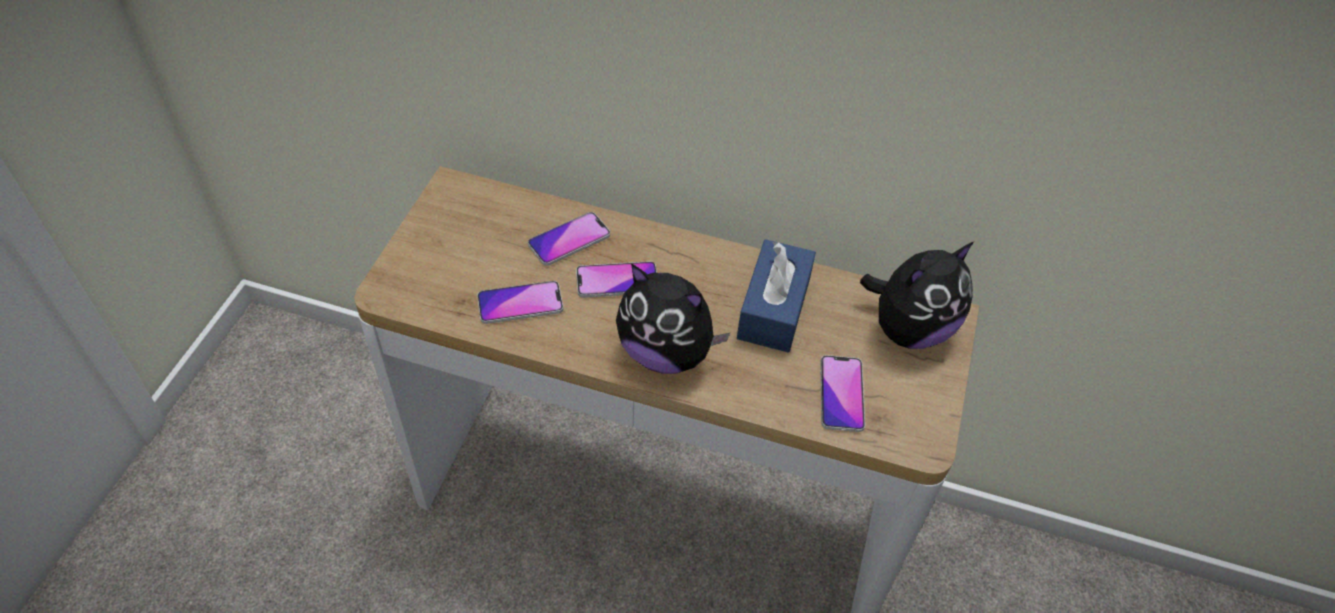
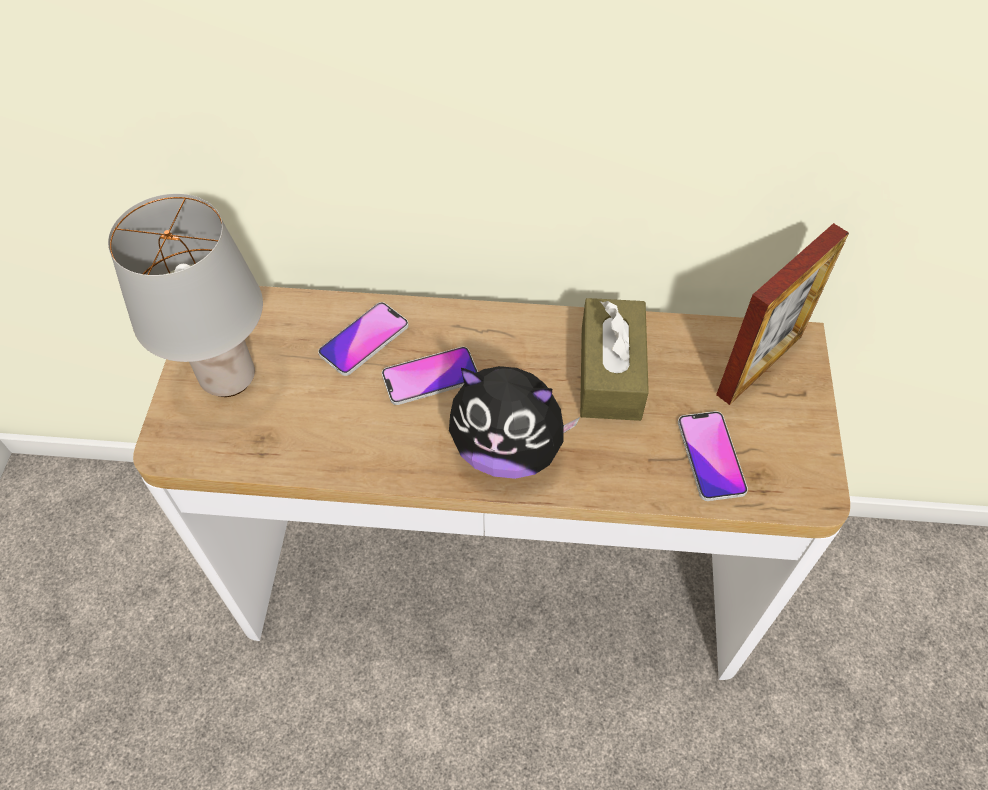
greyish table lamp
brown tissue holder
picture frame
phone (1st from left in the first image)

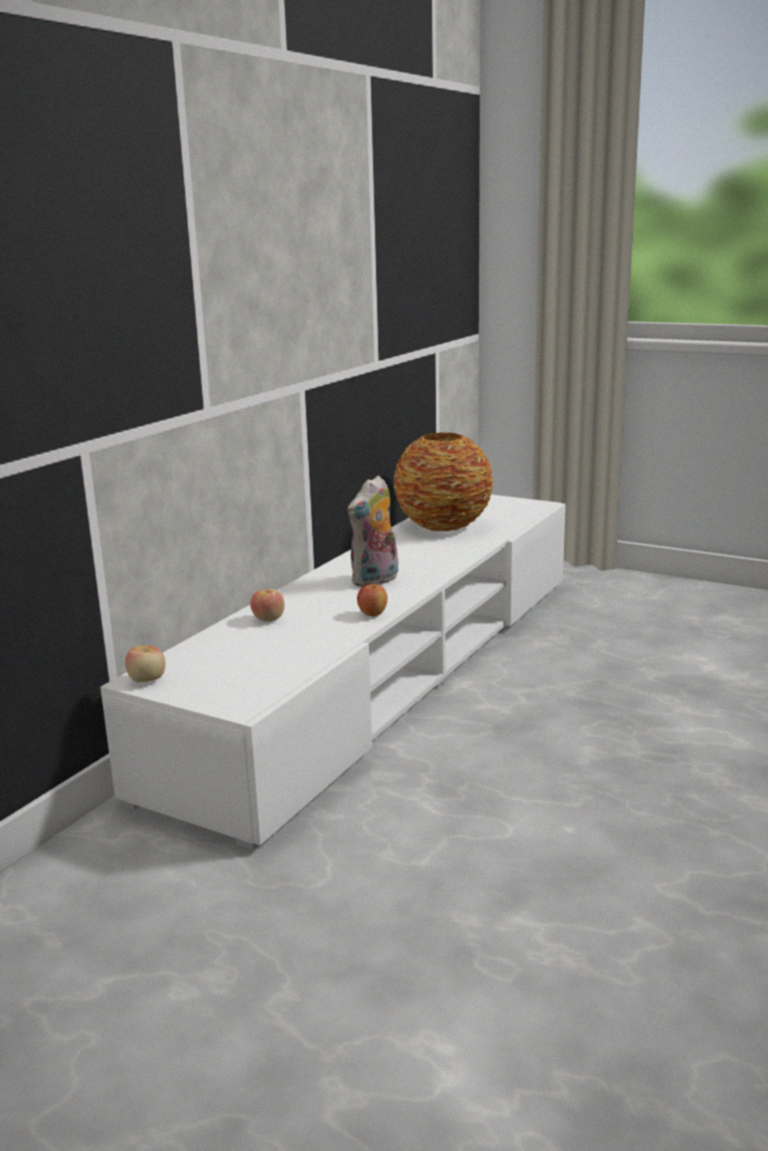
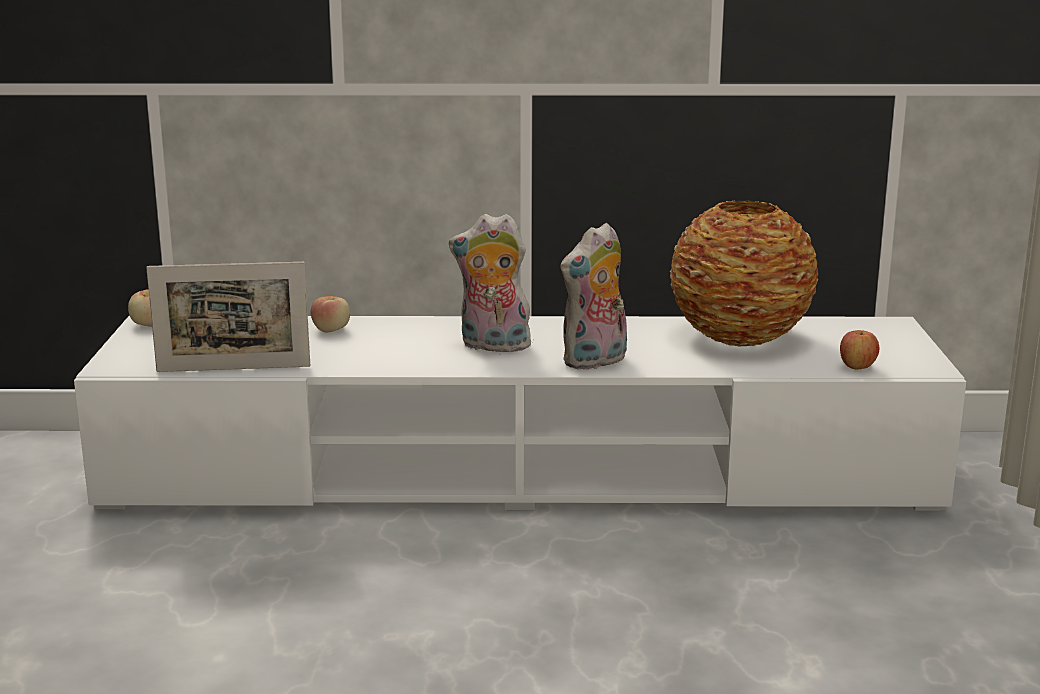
picture frame
cuddly toy (2nd from left)
apple (3rd from left)

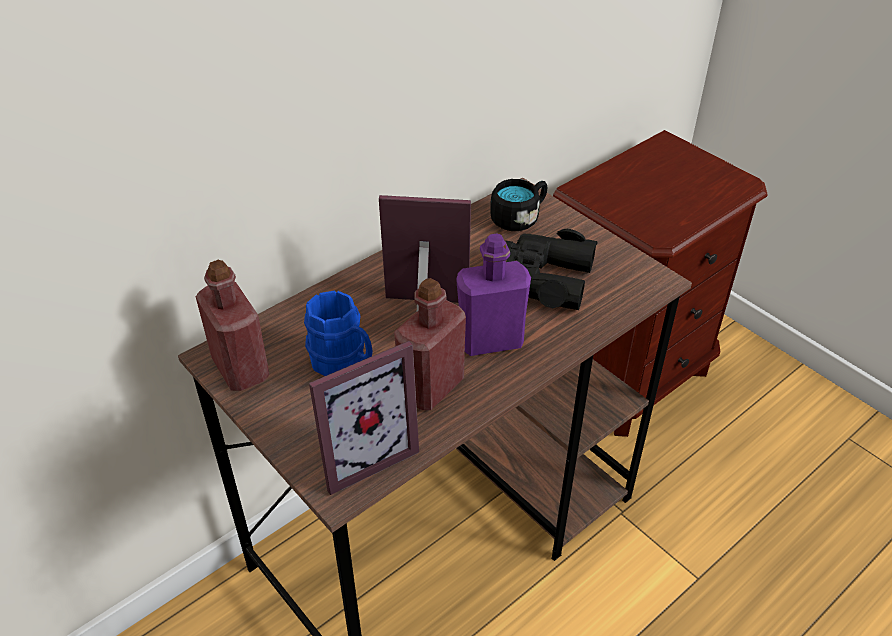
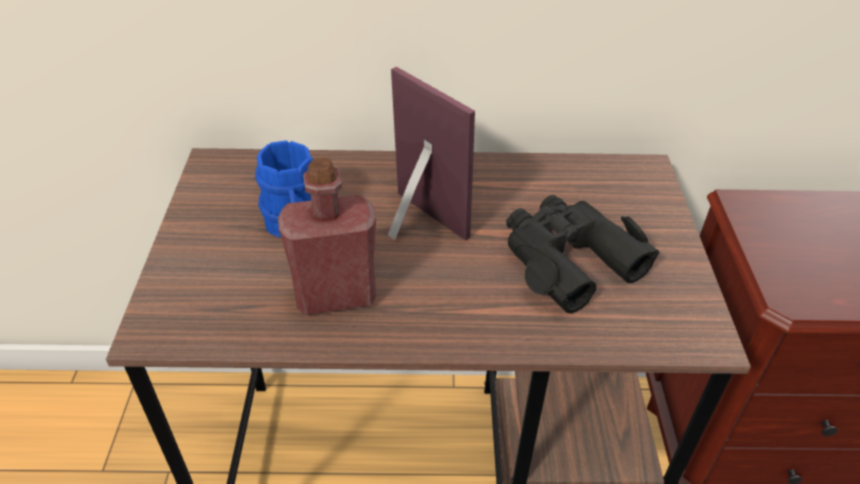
reddish beverage bottle (1st from left in the first image)
picture frame (1st from left in the first image)
purple-coloured beverage bottle
black-coloured coffee mug

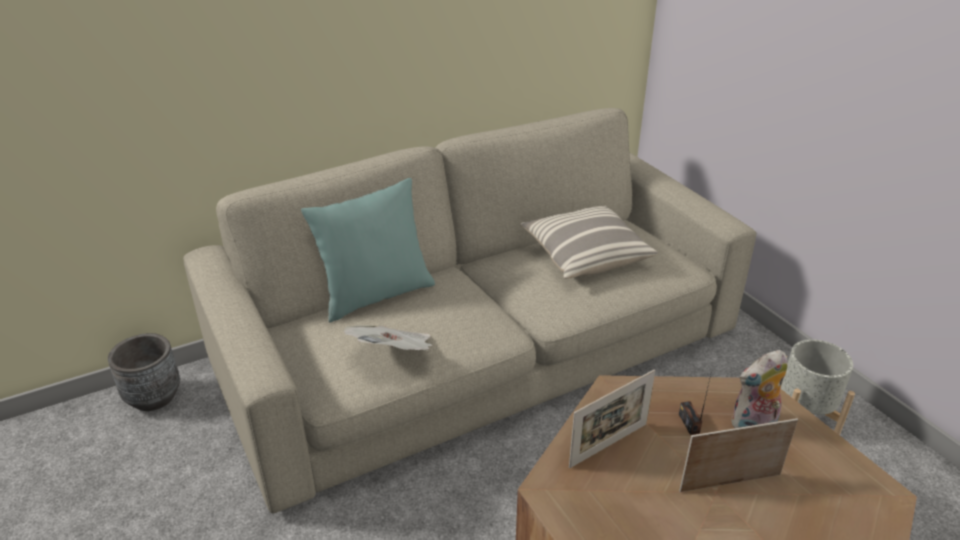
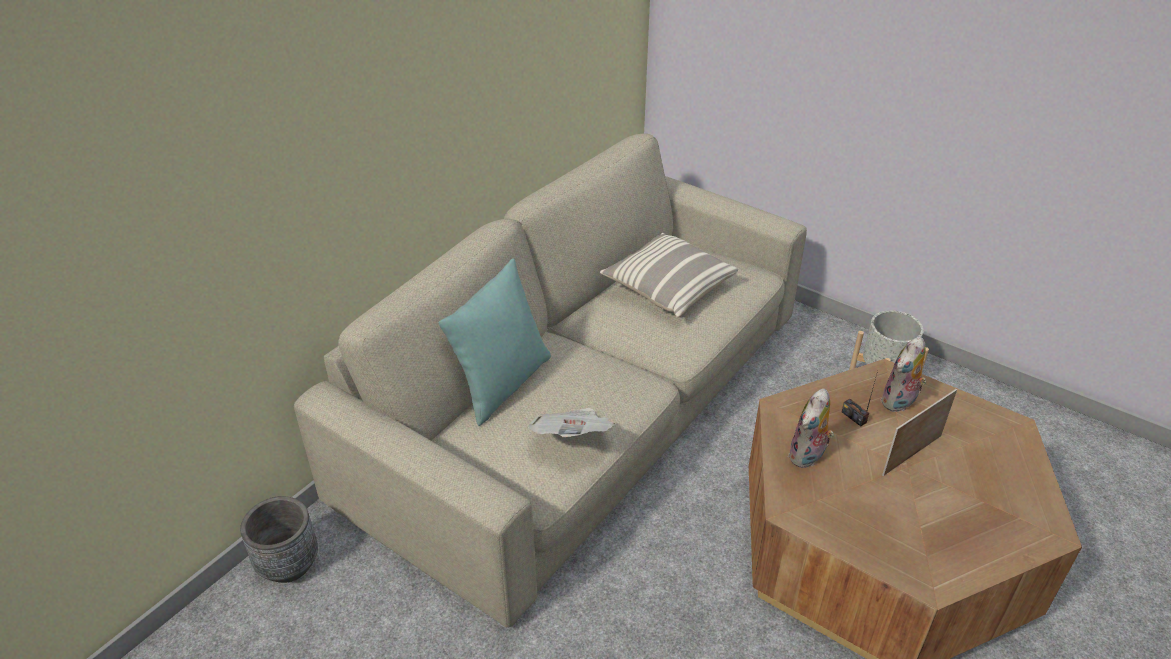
cuddly toy (1st from left)

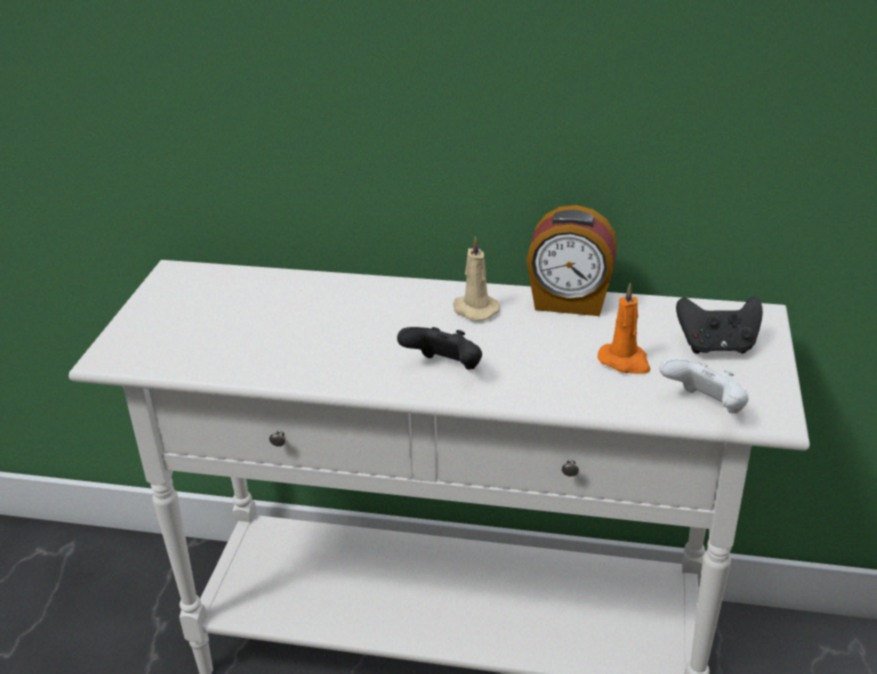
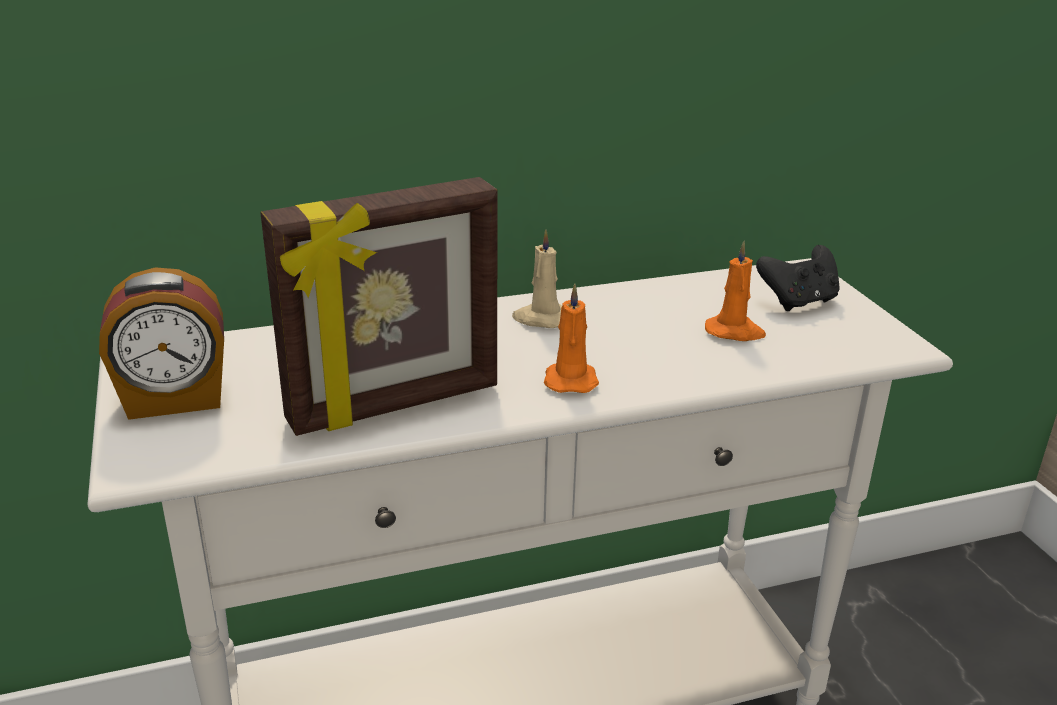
bedside clock
picture frame
orangey wax candle (1st from left)
white game controller

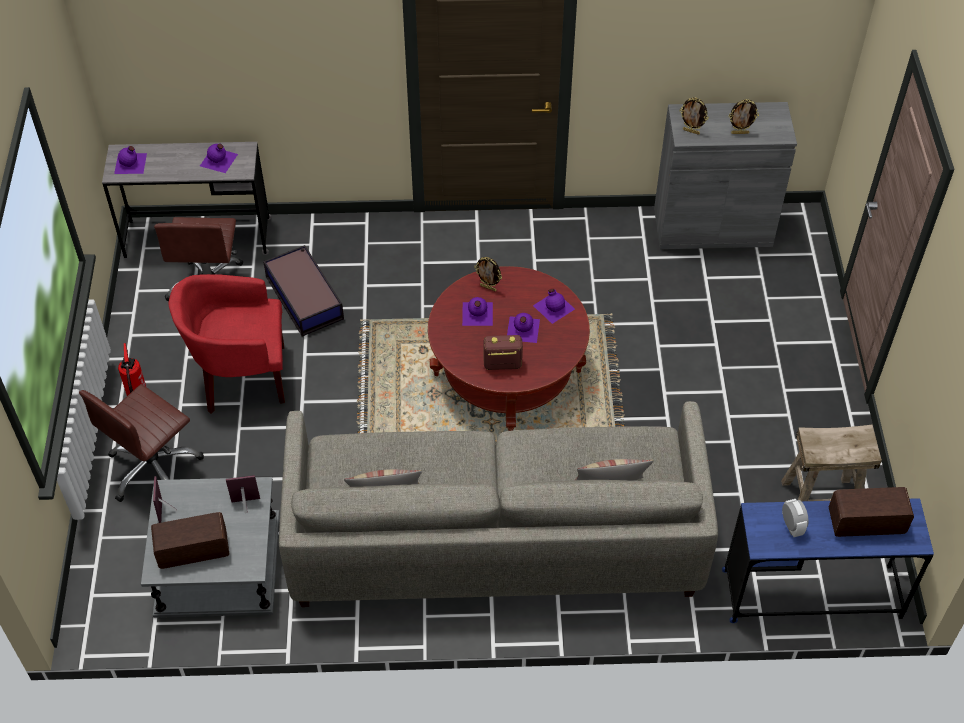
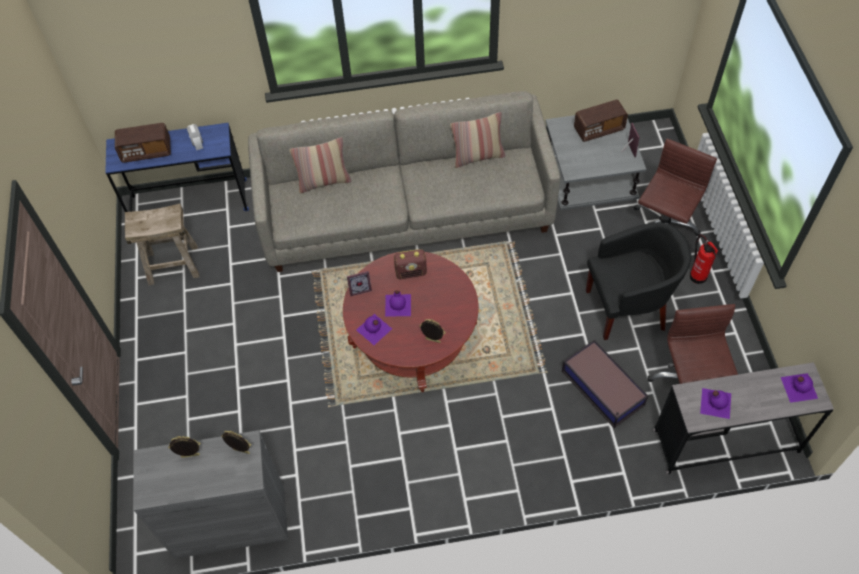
picture frame (3rd from left)
black-coloured armchair
purple-coloured beverage bottle (3rd from left in the first image)

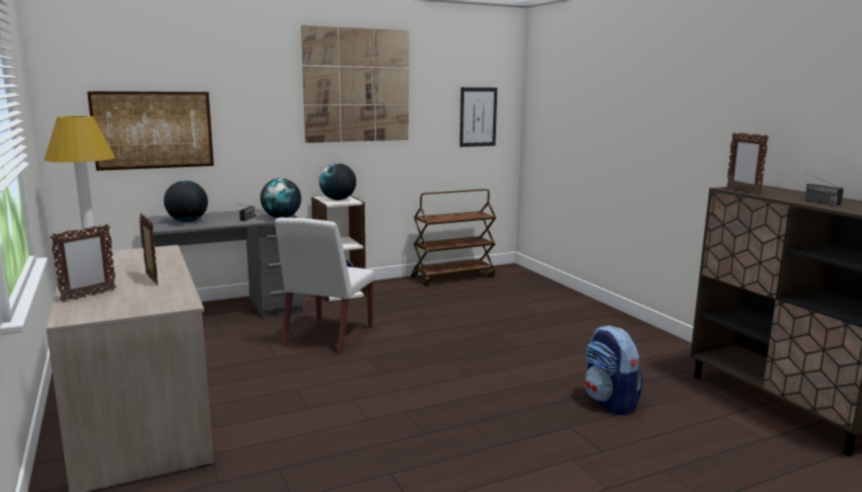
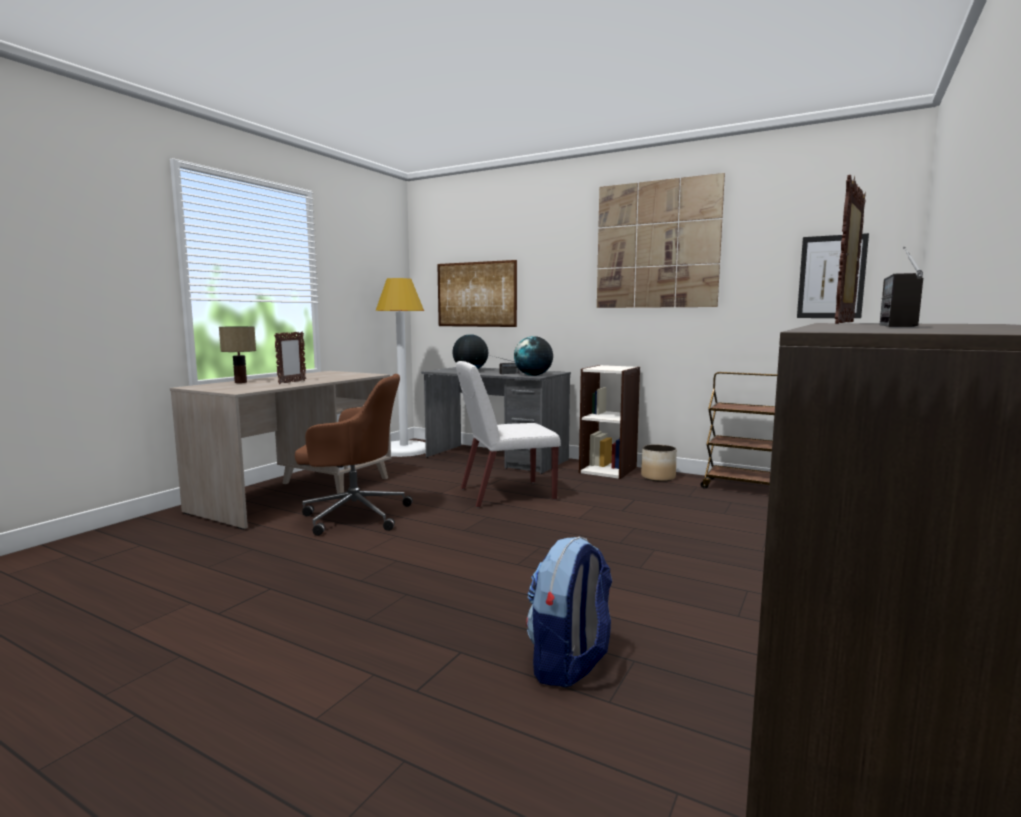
table lamp
brown desk chair
plant pot
globe (3rd from left in the first image)

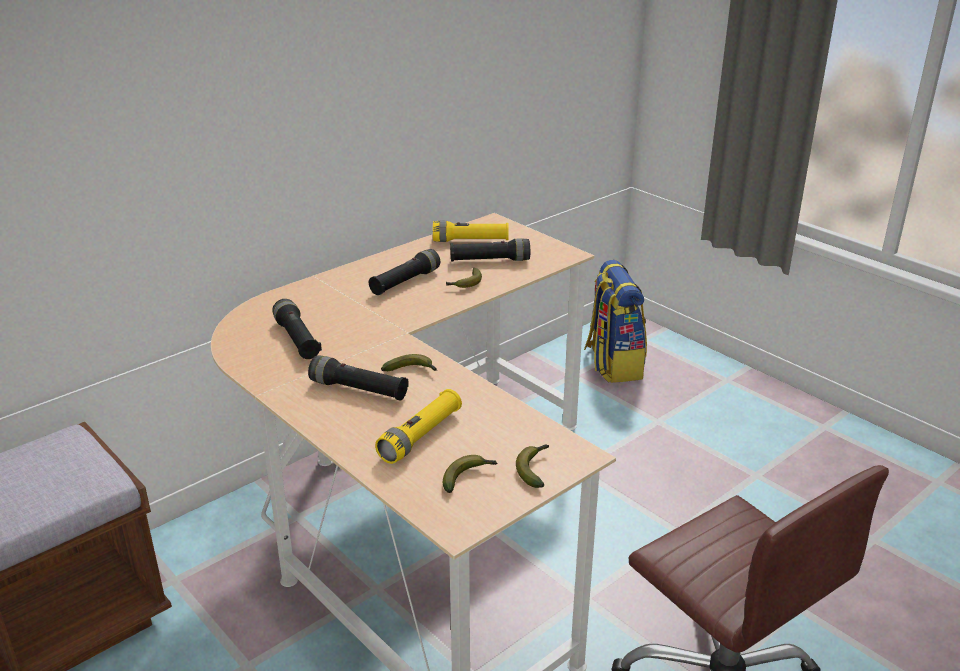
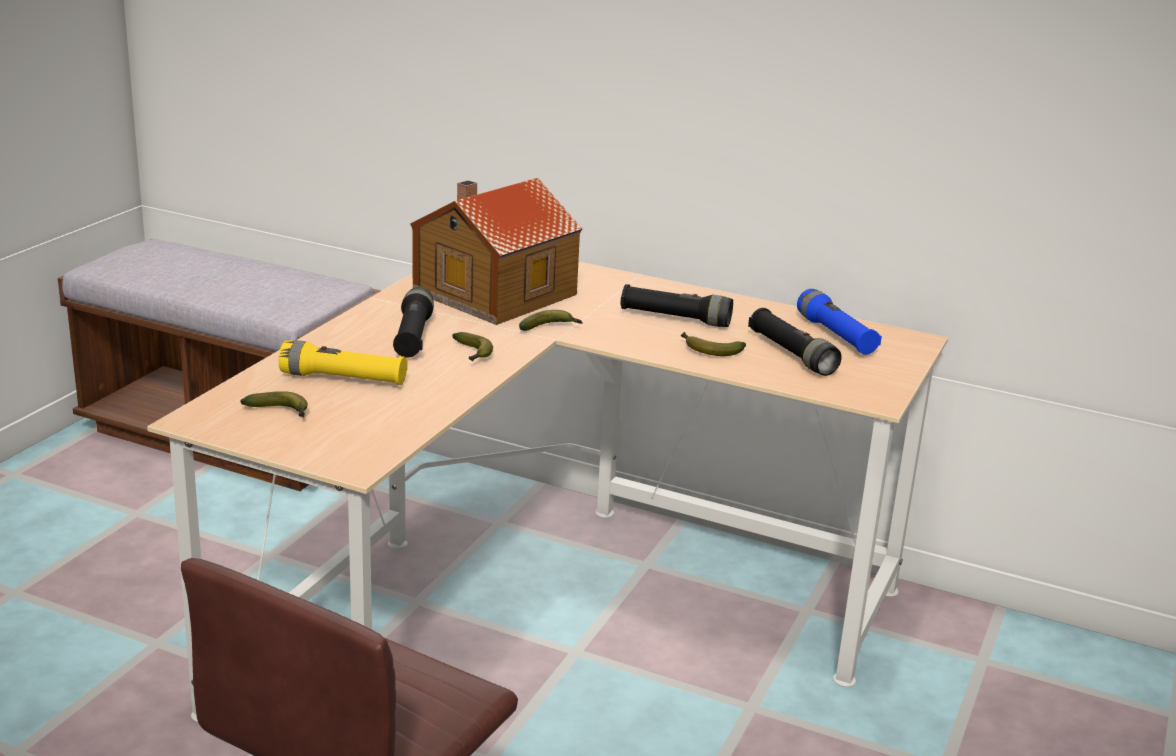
miniature house
whole banana (3rd from left)
blue-coloured flashlight
rucksack

